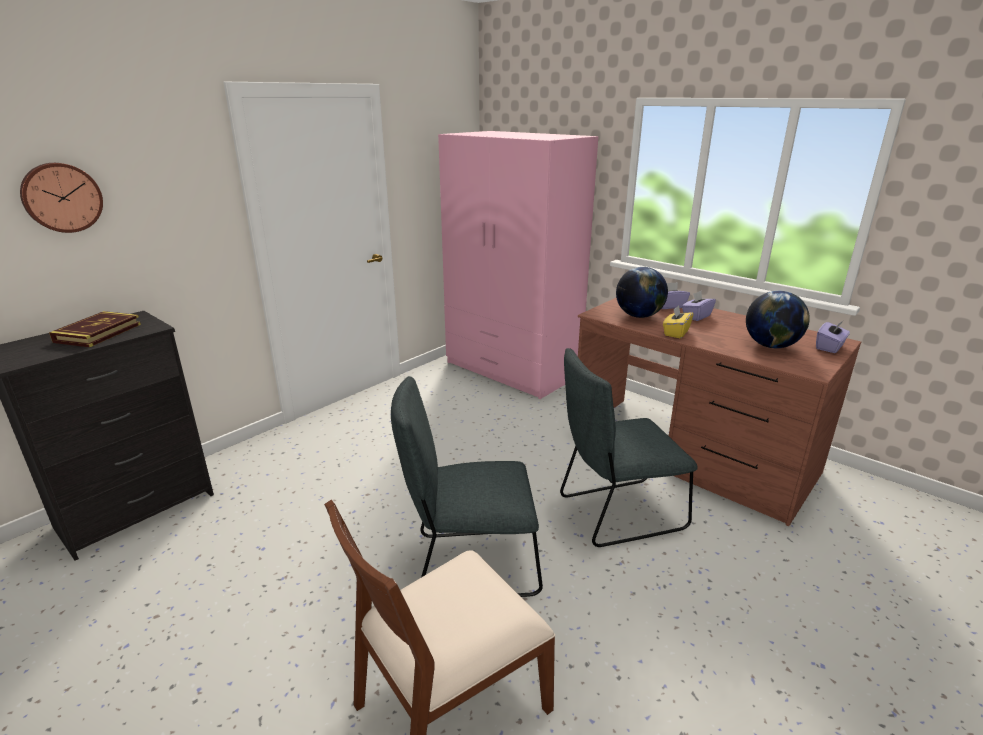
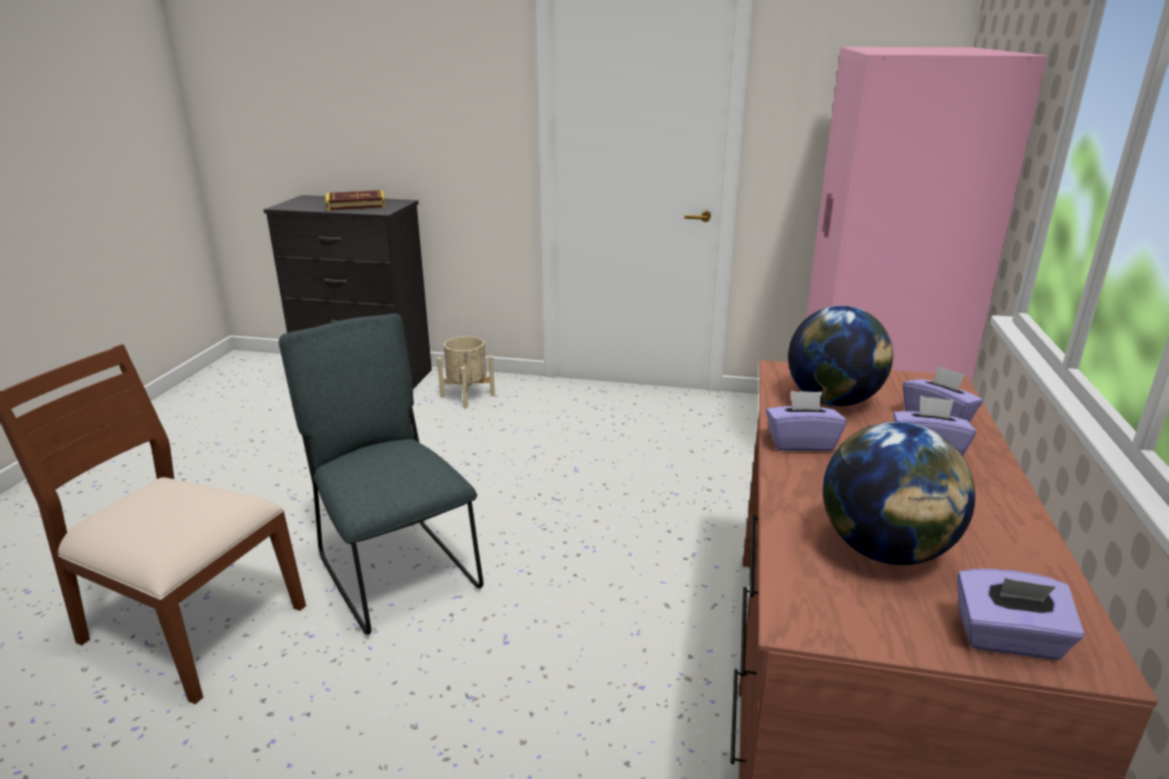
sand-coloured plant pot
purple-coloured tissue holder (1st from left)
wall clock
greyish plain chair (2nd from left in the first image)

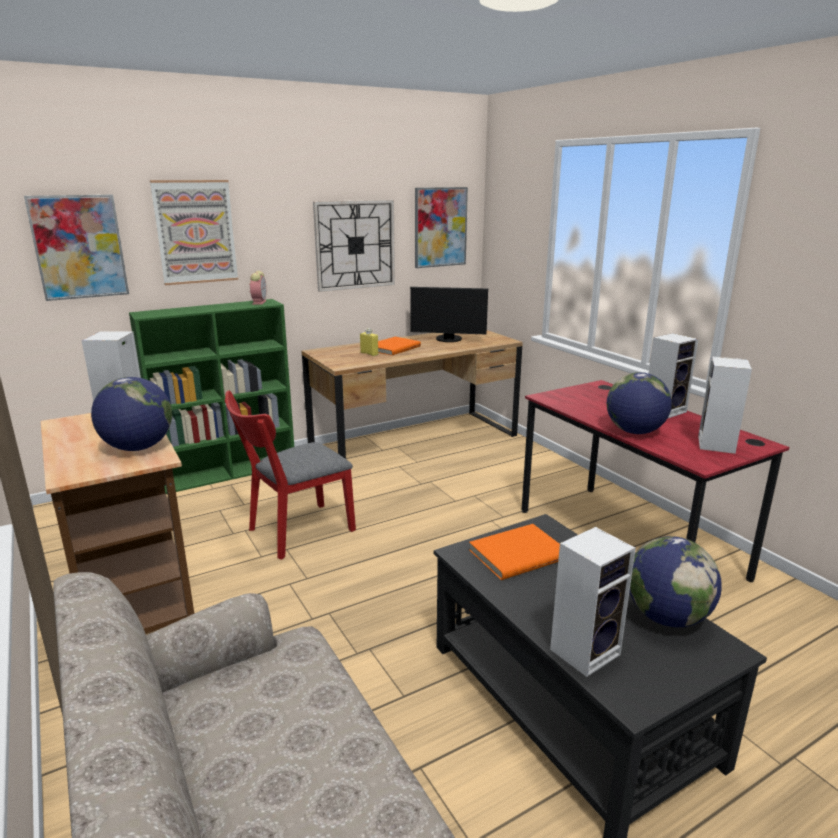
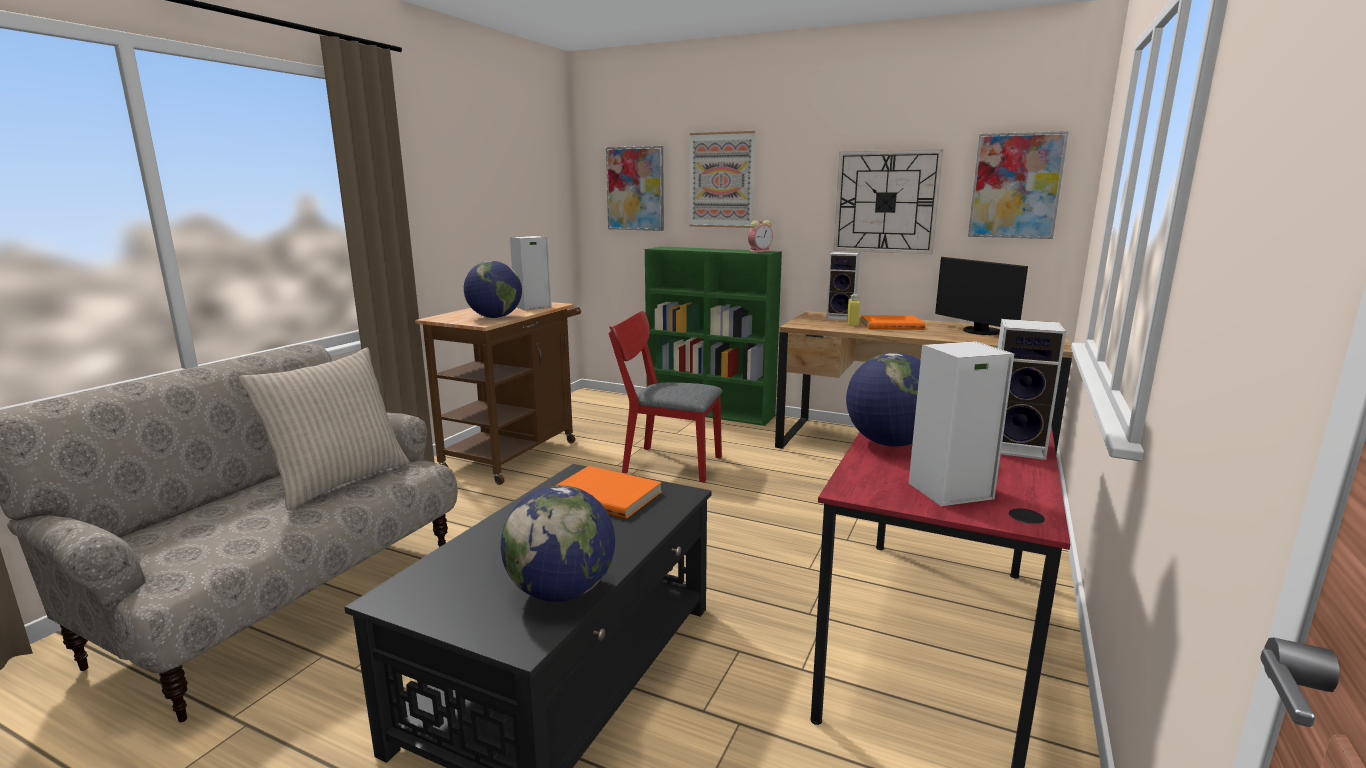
sand-coloured pillow
loudspeaker (2nd from left)

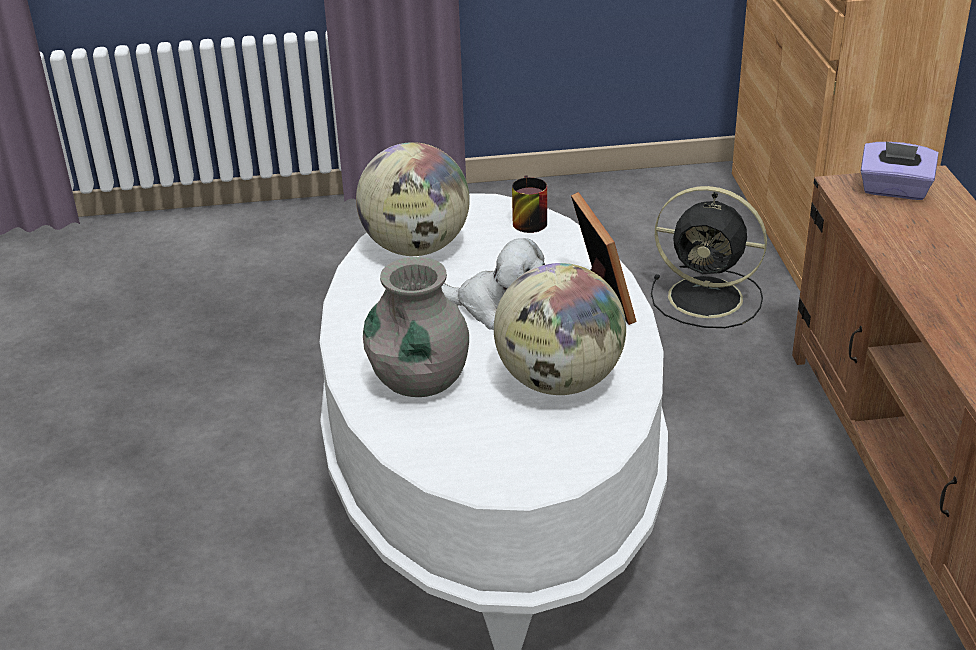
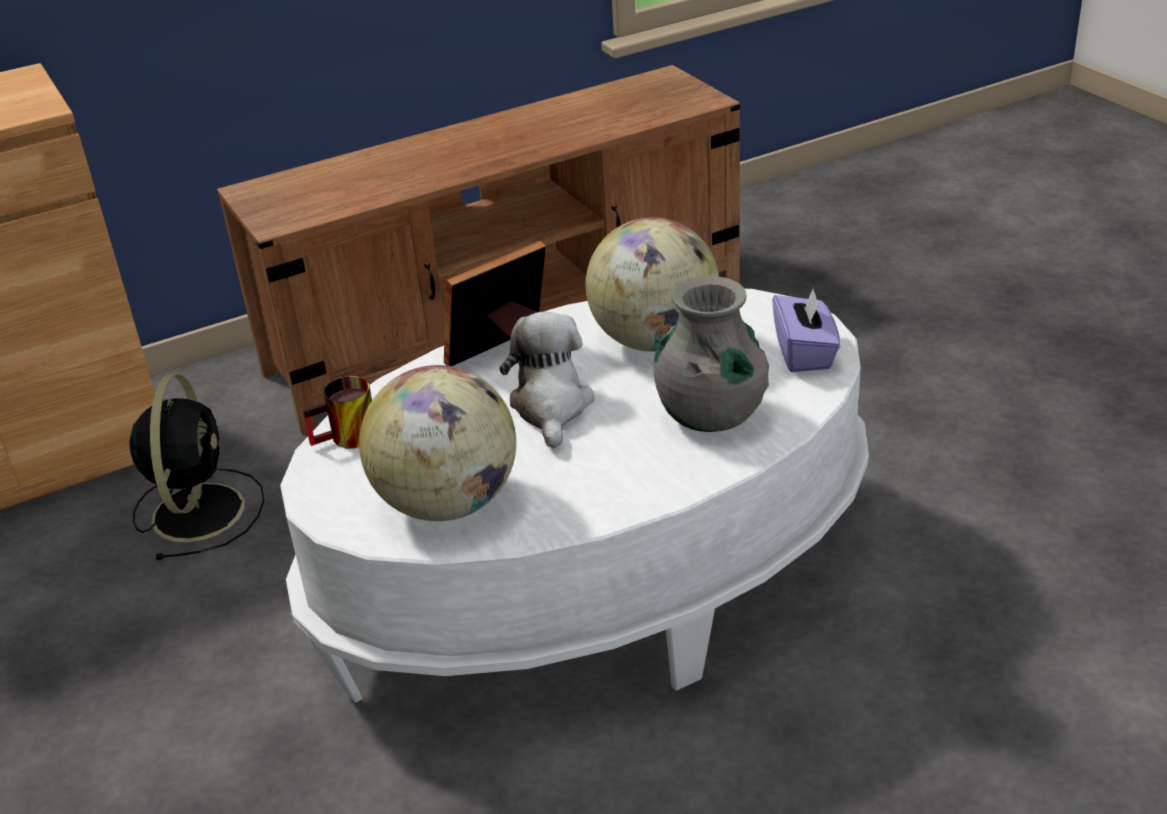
purple-coloured tissue holder

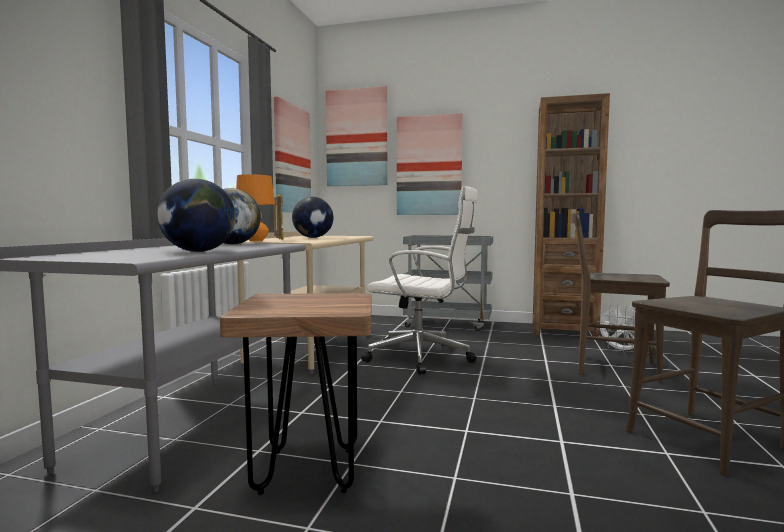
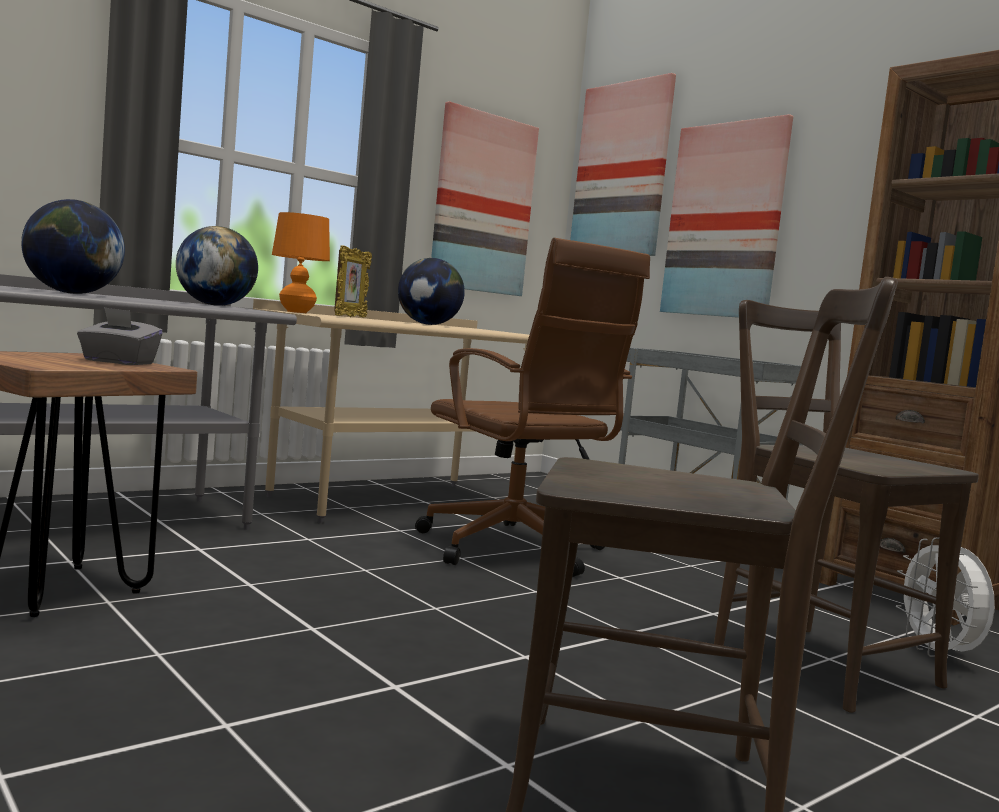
greyish tissue holder
brown desk chair

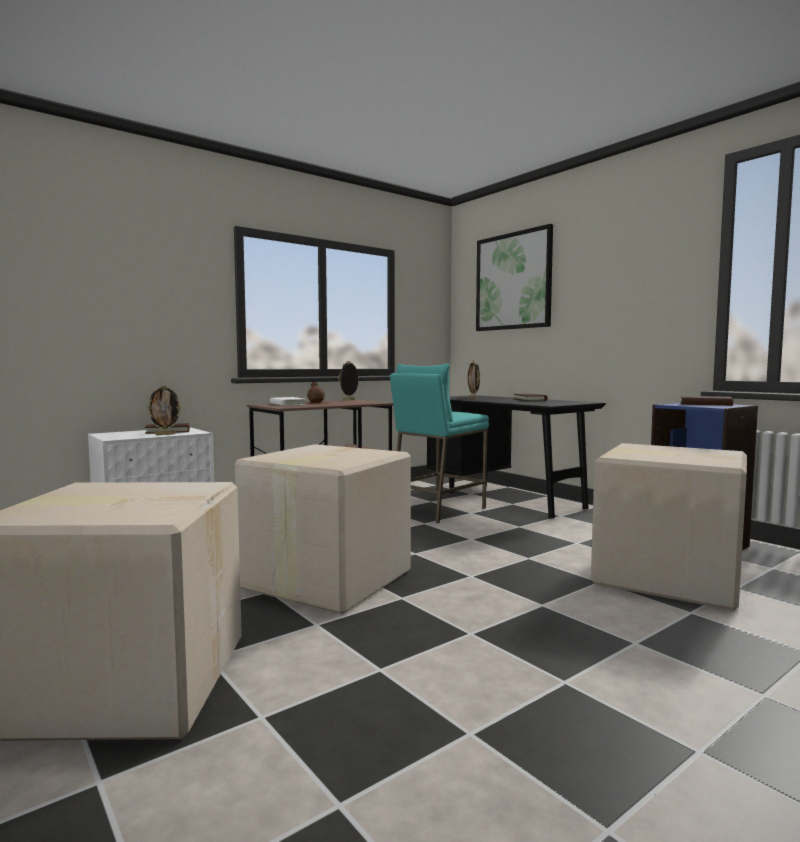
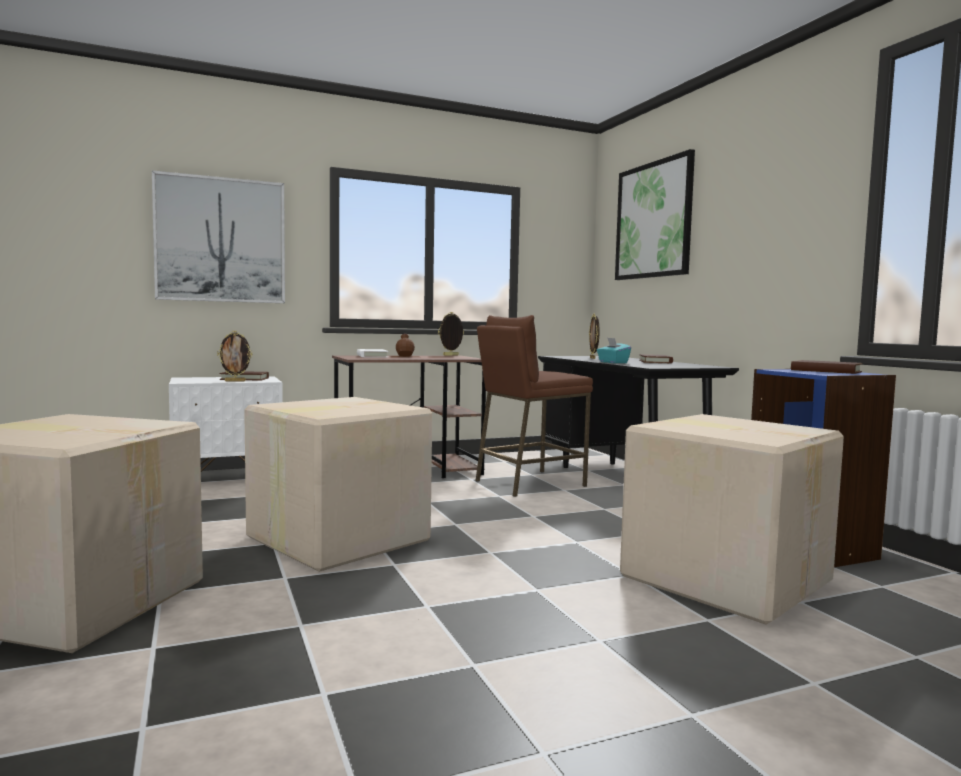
wall art (1st from left)
brown stool seat
turquoise tissue holder

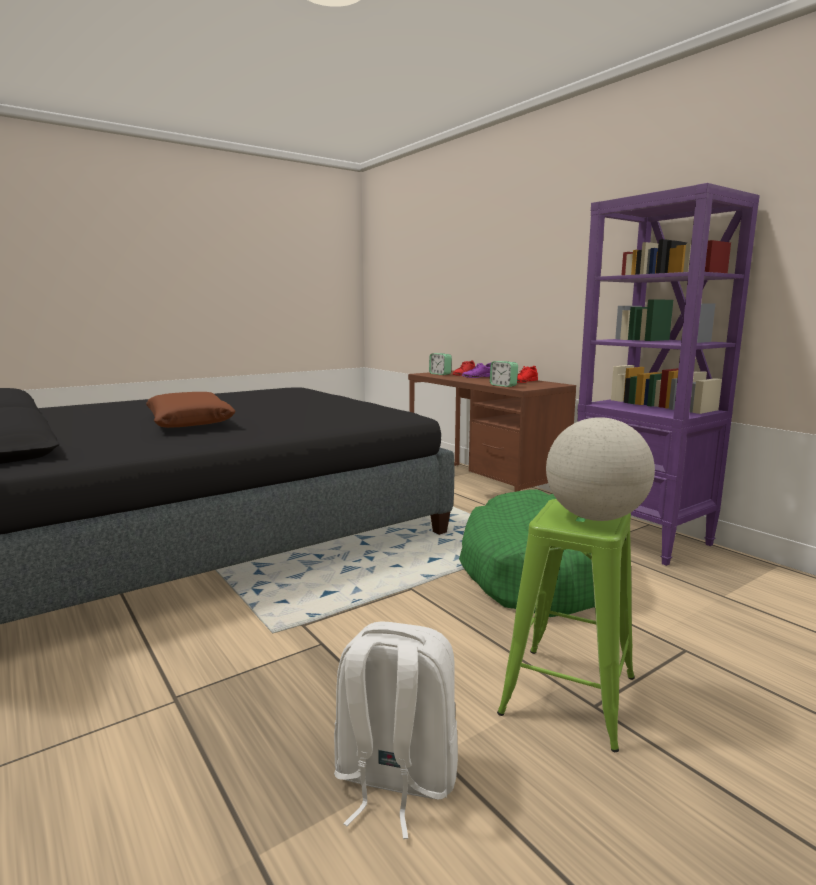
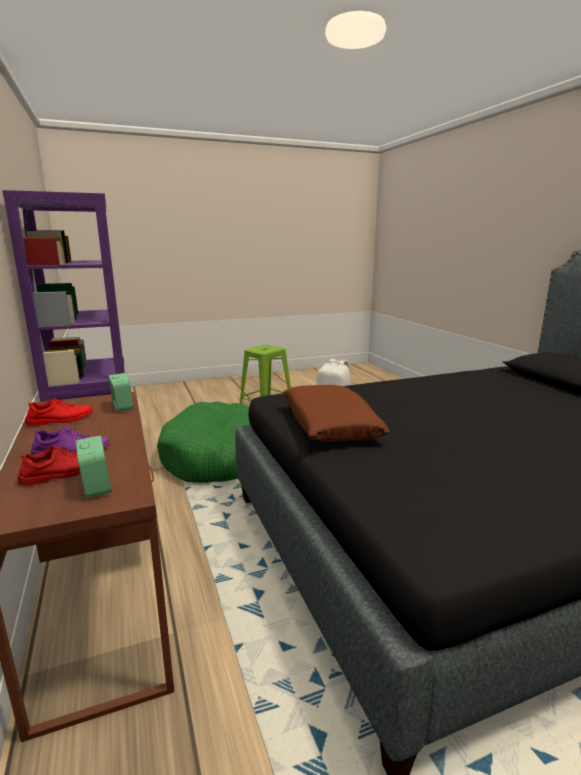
brown pillow
globe

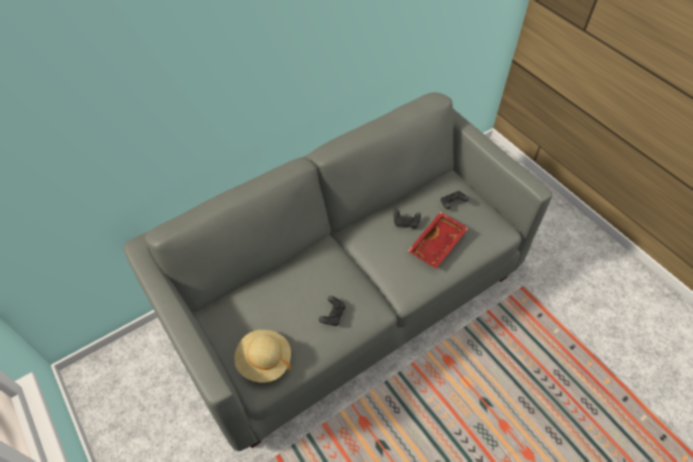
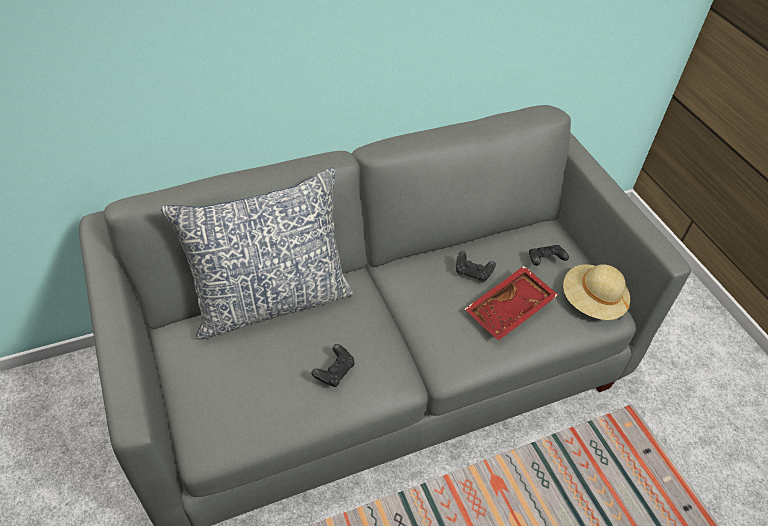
pillow
sand-coloured clothing hat

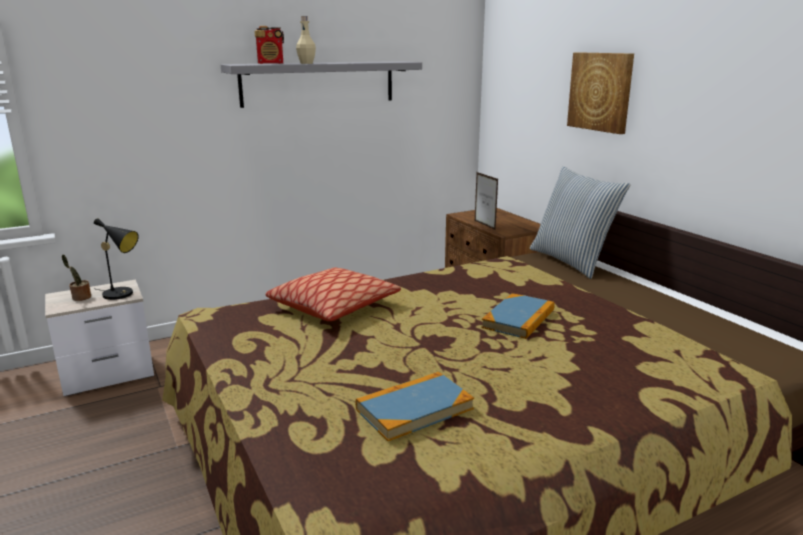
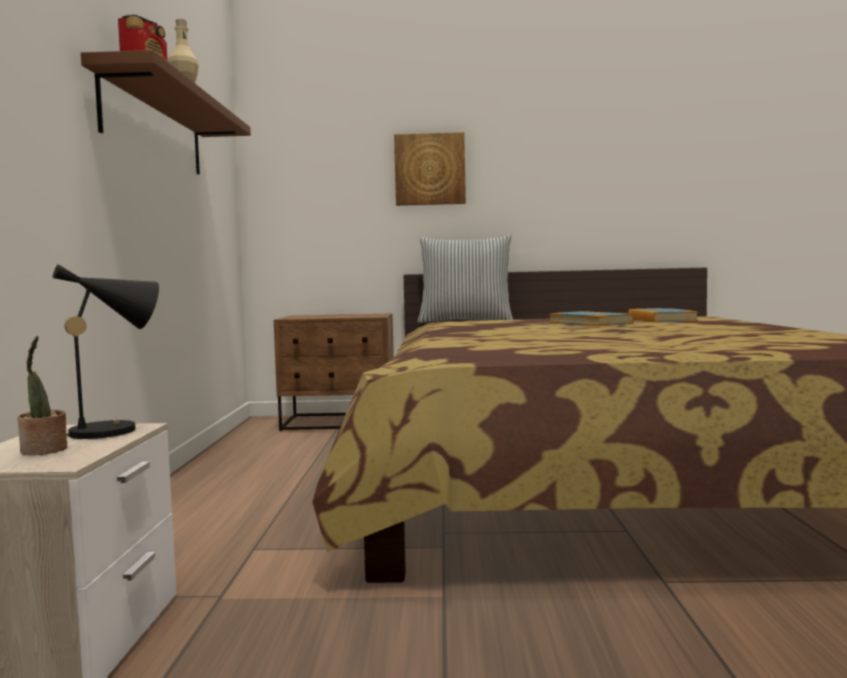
brown wall shelf
book (2nd from left)
pillow (1st from left in the first image)
picture frame

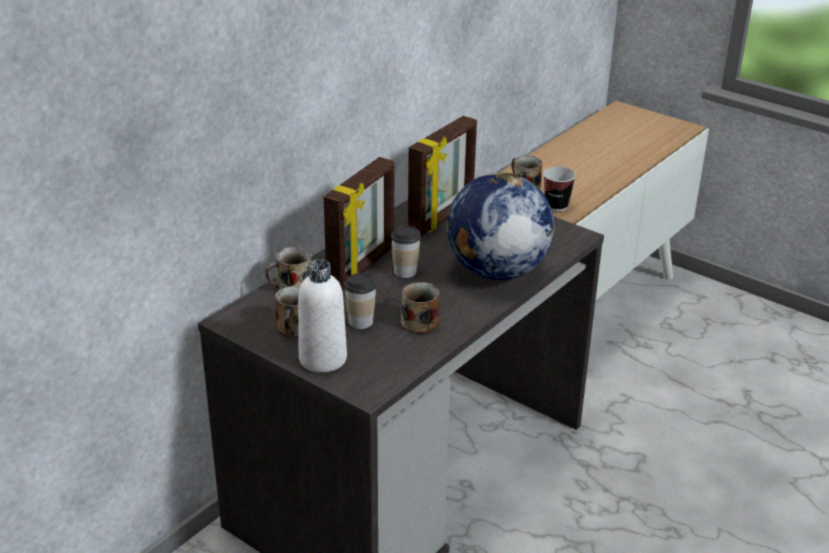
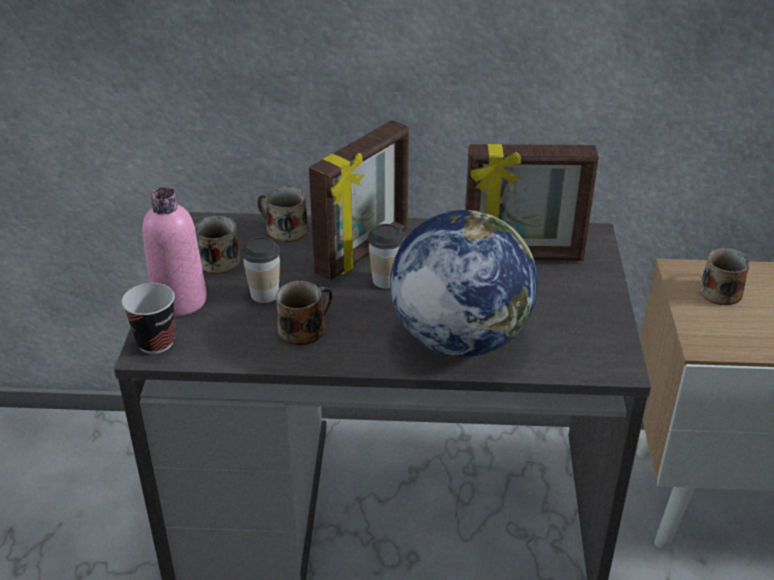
drinking cup (1st from left)
pinkish beverage bottle
picture frame (1st from left)

